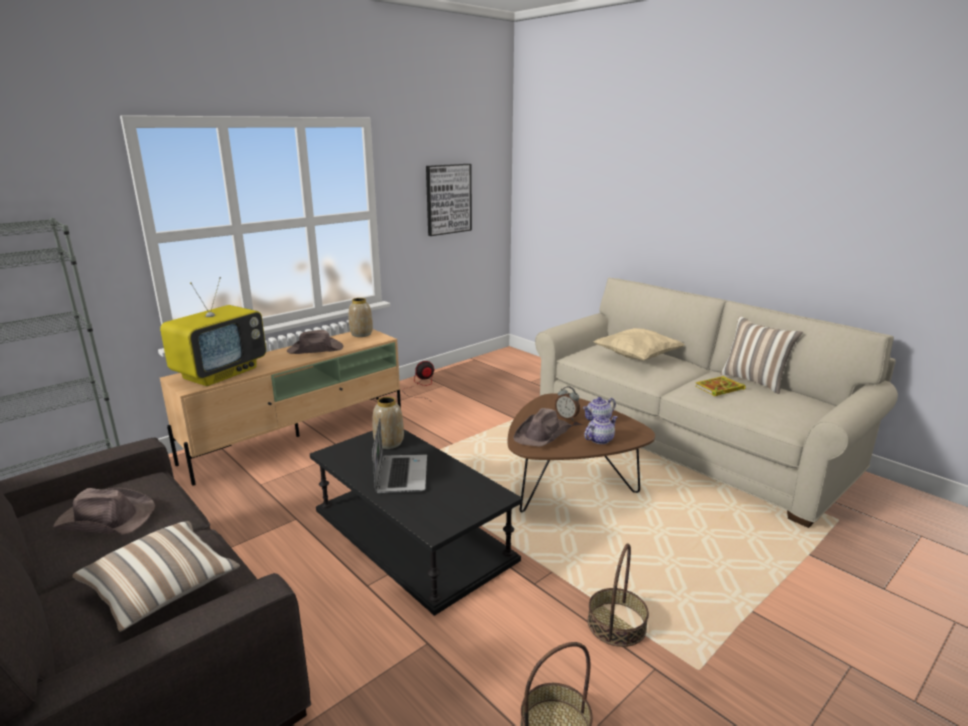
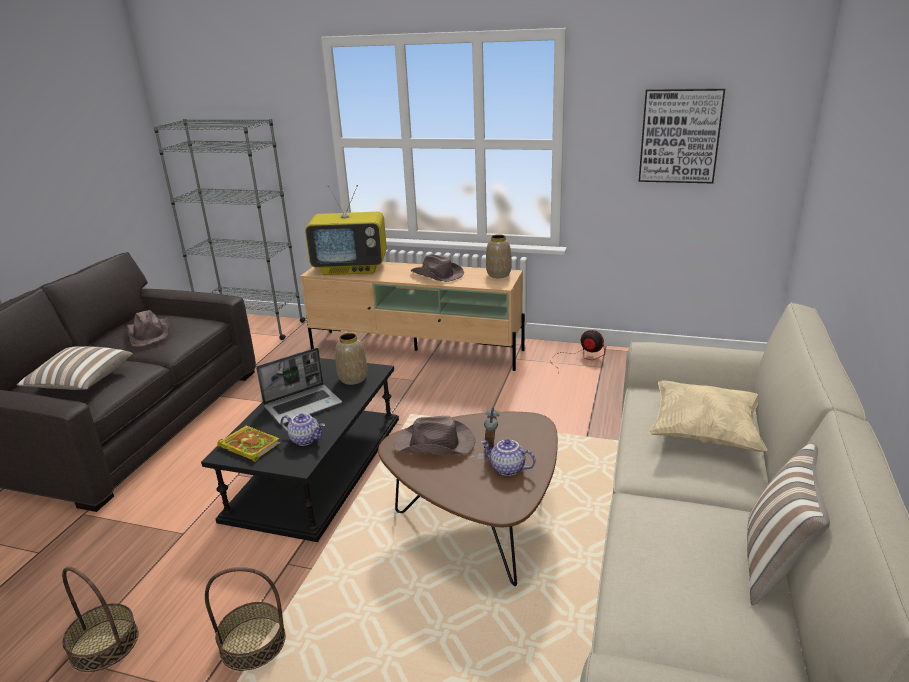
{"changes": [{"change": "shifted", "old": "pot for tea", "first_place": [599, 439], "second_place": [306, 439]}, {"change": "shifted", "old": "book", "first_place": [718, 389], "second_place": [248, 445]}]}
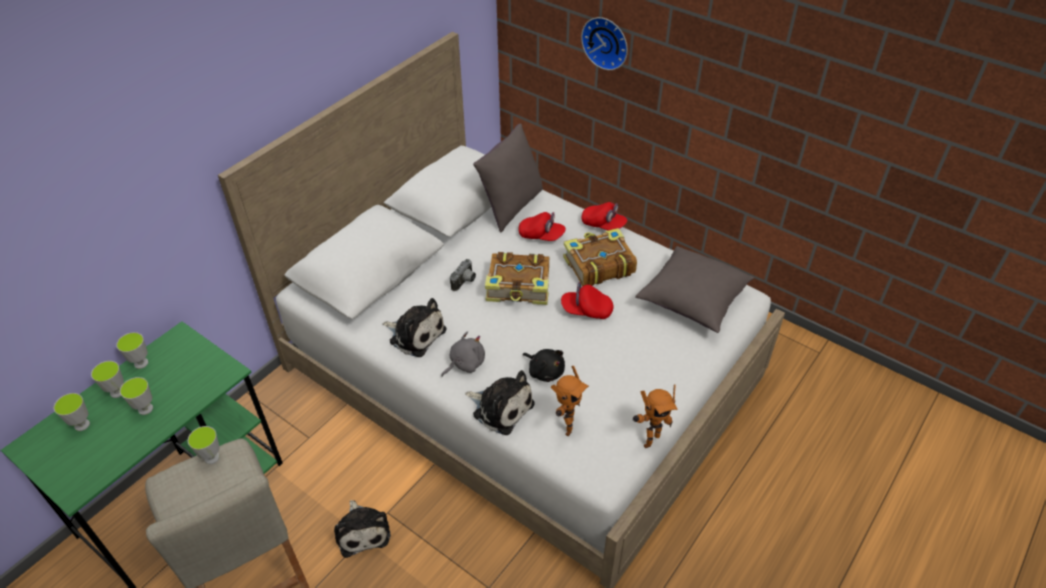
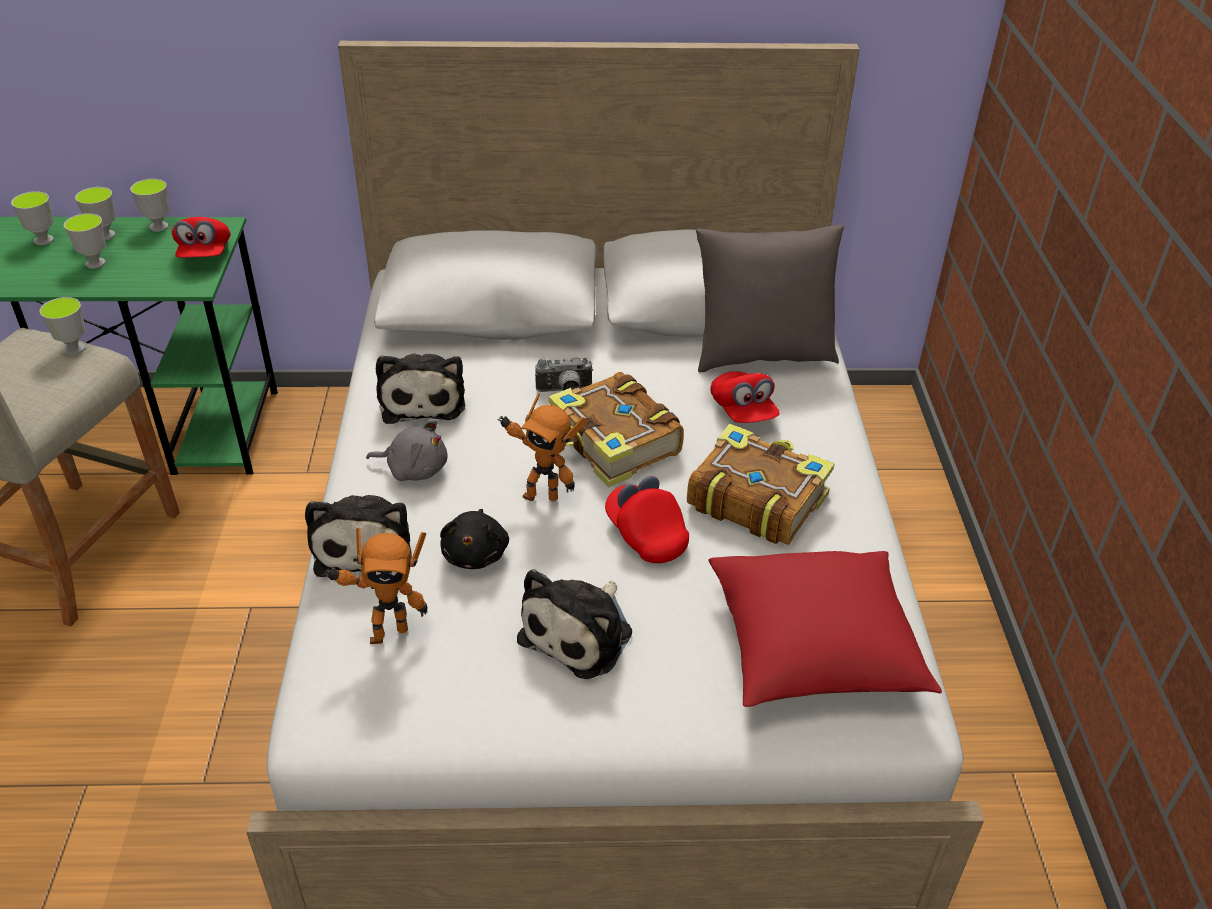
{"changes": [{"change": "shifted", "old": "cuddly toy", "first_place": [362, 531], "second_place": [580, 633]}, {"change": "gone", "old": "clock on the wall", "first_place": [606, 42]}, {"change": "shifted", "old": "red-coloured cap", "first_place": [603, 225], "second_place": [205, 254]}, {"change": "shifted", "old": "toy robot", "first_place": [649, 439], "second_place": [541, 494]}, {"change": "repainted", "old": "grey throw pillow", "new": "red-coloured throw pillow", "first_place": [693, 301], "second_place": [813, 651]}]}
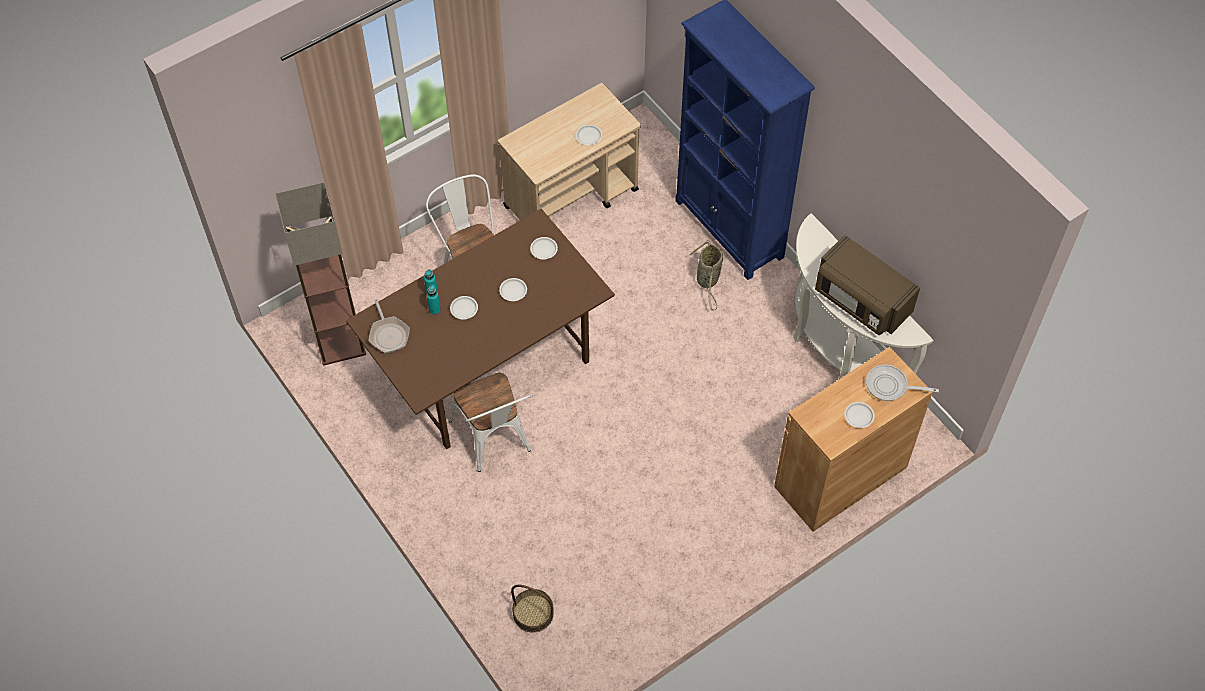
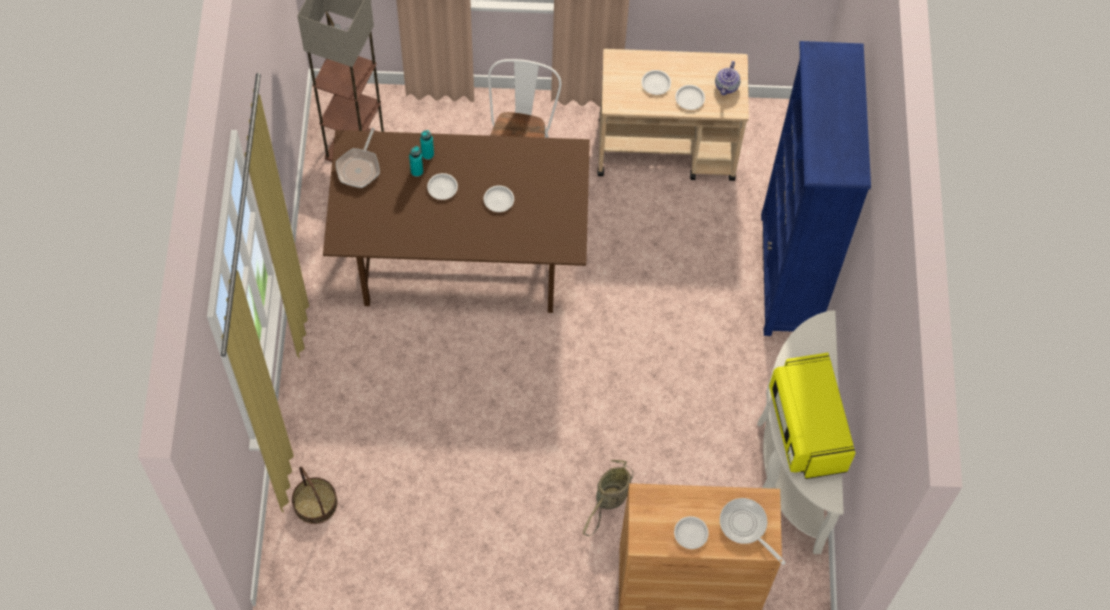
{"changes": [{"change": "gone", "old": "white-coloured upright chair", "first_place": [494, 440]}, {"change": "shifted", "old": "white-coloured plate", "first_place": [543, 249], "second_place": [656, 83]}, {"change": "shifted", "old": "household basket", "first_place": [708, 280], "second_place": [610, 499]}, {"change": "repainted", "old": "brown-coloured microwave oven", "new": "yellowish microwave oven", "first_place": [861, 301], "second_place": [806, 427]}, {"change": "new", "new": "pot for tea", "second_place": [727, 86]}]}
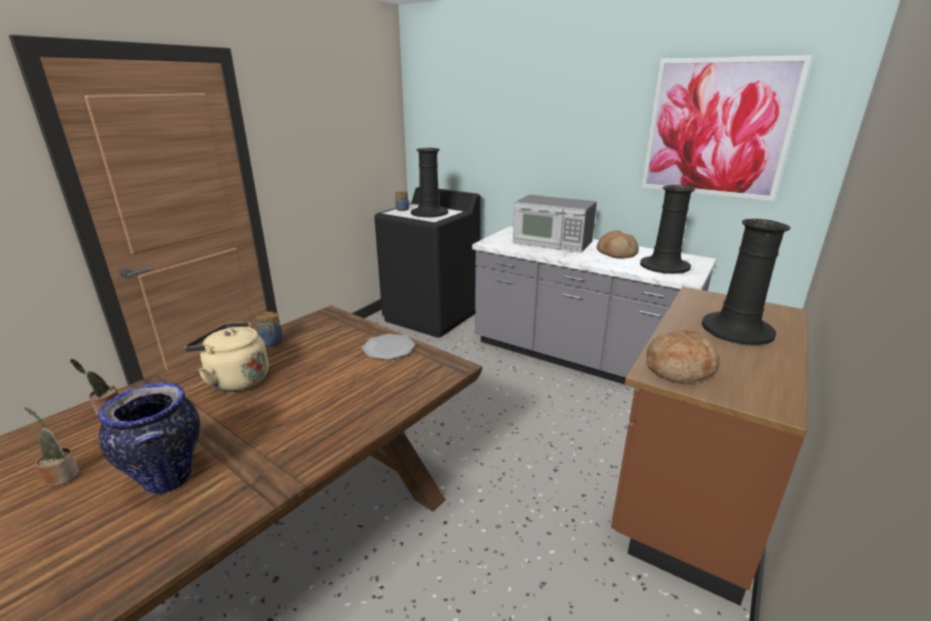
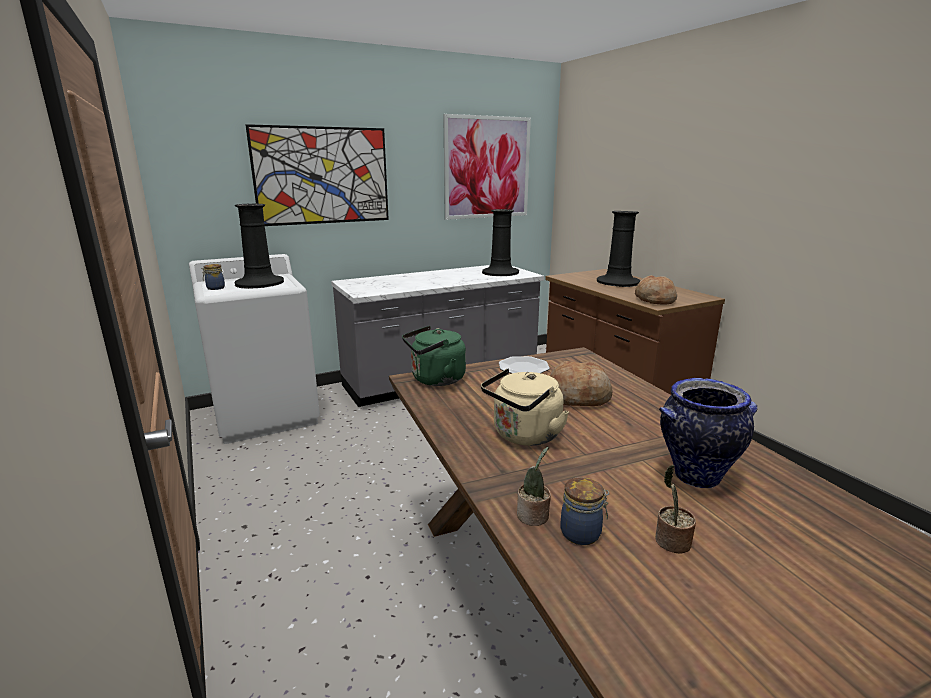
{"changes": [{"change": "shifted", "old": "storage jar", "first_place": [272, 343], "second_place": [582, 533]}, {"change": "repainted", "old": "blackish laundry machine", "new": "white-coloured laundry machine", "first_place": [432, 316], "second_place": [267, 415]}, {"change": "gone", "old": "microwave oven", "first_place": [552, 242]}, {"change": "shifted", "old": "bread", "first_place": [616, 253], "second_place": [578, 397]}, {"change": "new", "new": "picture", "second_place": [322, 176]}, {"change": "new", "new": "greenish tea kettle", "second_place": [435, 380]}]}
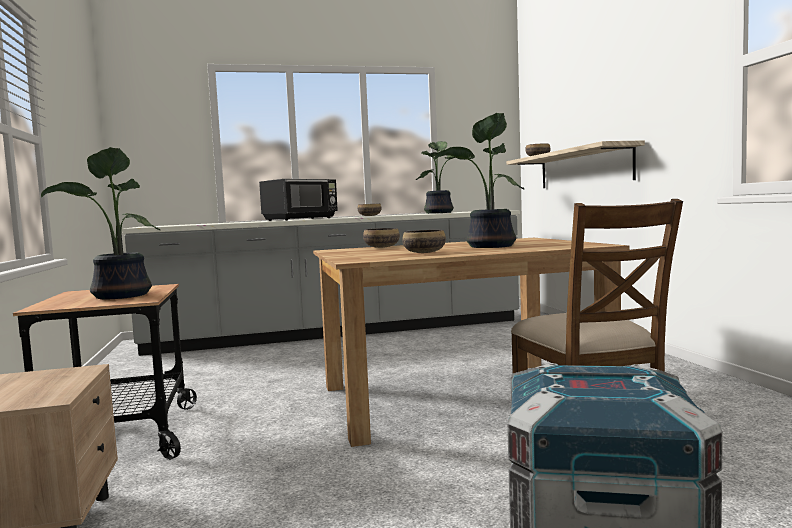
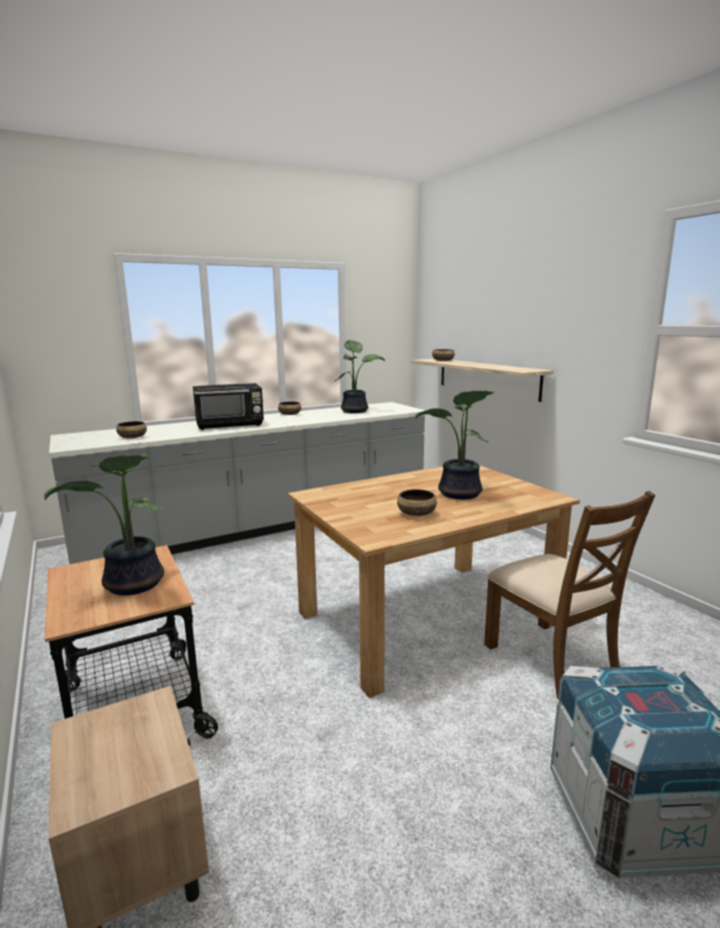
{"changes": [{"change": "rotated", "old": "blackish microwave oven", "first_place": [301, 219], "second_place": [230, 425], "degrees": 45}, {"change": "shifted", "old": "deep dish", "first_place": [381, 247], "second_place": [132, 437]}]}
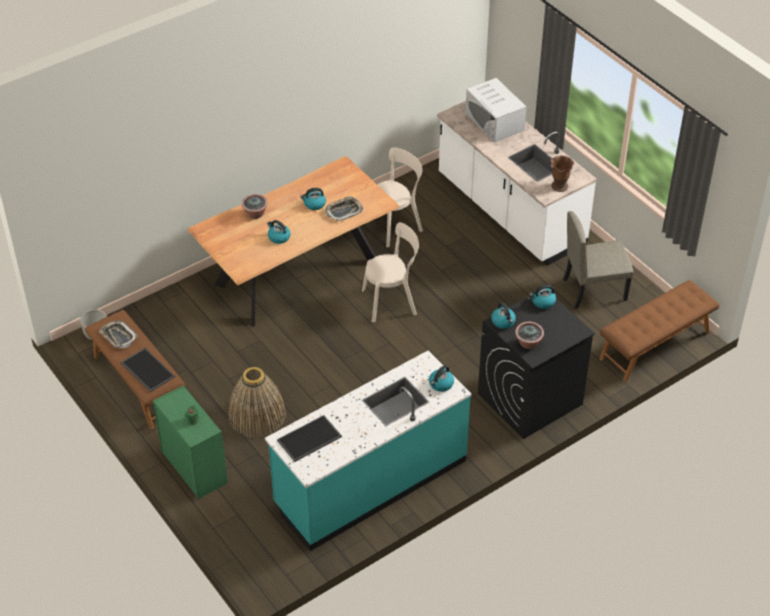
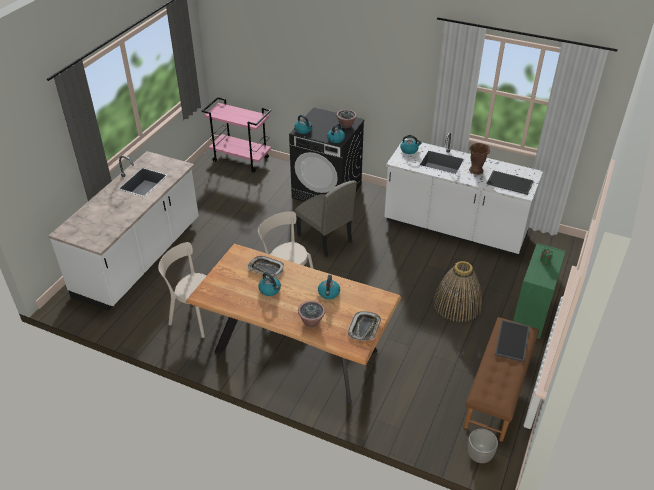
{"changes": [{"change": "shifted", "old": "tray", "first_place": [118, 336], "second_place": [364, 328]}, {"change": "repainted", "old": "turquoise kitchen counter", "new": "white-coloured kitchen counter", "first_place": [370, 482], "second_place": [454, 229]}, {"change": "gone", "old": "white-coloured microwave oven", "first_place": [494, 121]}, {"change": "shifted", "old": "brown-coloured decorative vase", "first_place": [559, 186], "second_place": [476, 170]}, {"change": "shifted", "old": "sand-coloured upright chair", "first_place": [594, 289], "second_place": [324, 239]}, {"change": "swapped", "old": "brown-coloured indoor bench", "new": "pink-coloured wheeled cart", "first_place": [655, 346], "second_place": [241, 159]}]}
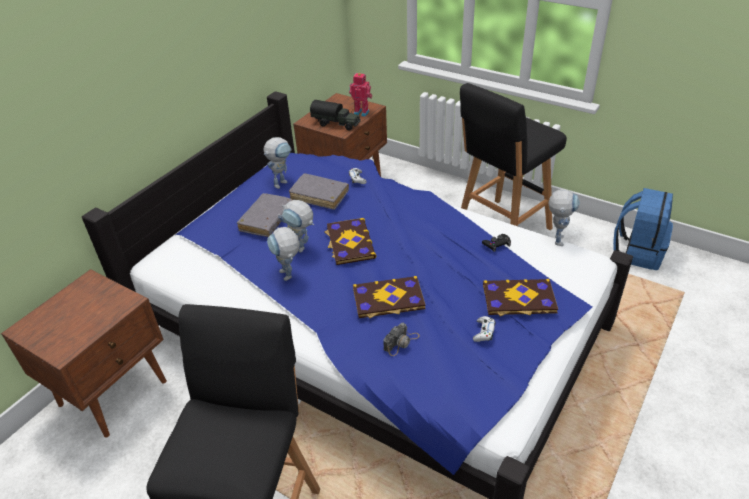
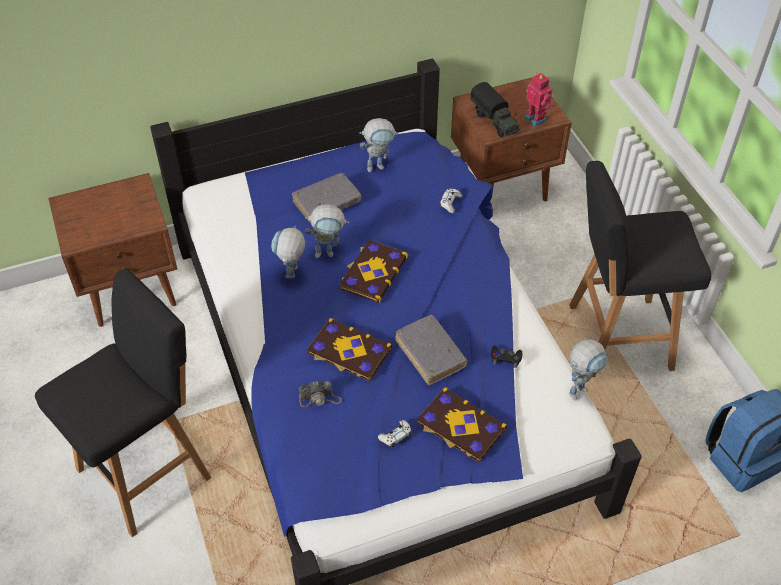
{"changes": [{"change": "rotated", "old": "toy robot", "first_place": [302, 248], "second_place": [329, 252], "degrees": -75}, {"change": "shifted", "old": "grey book", "first_place": [319, 196], "second_place": [430, 354]}]}
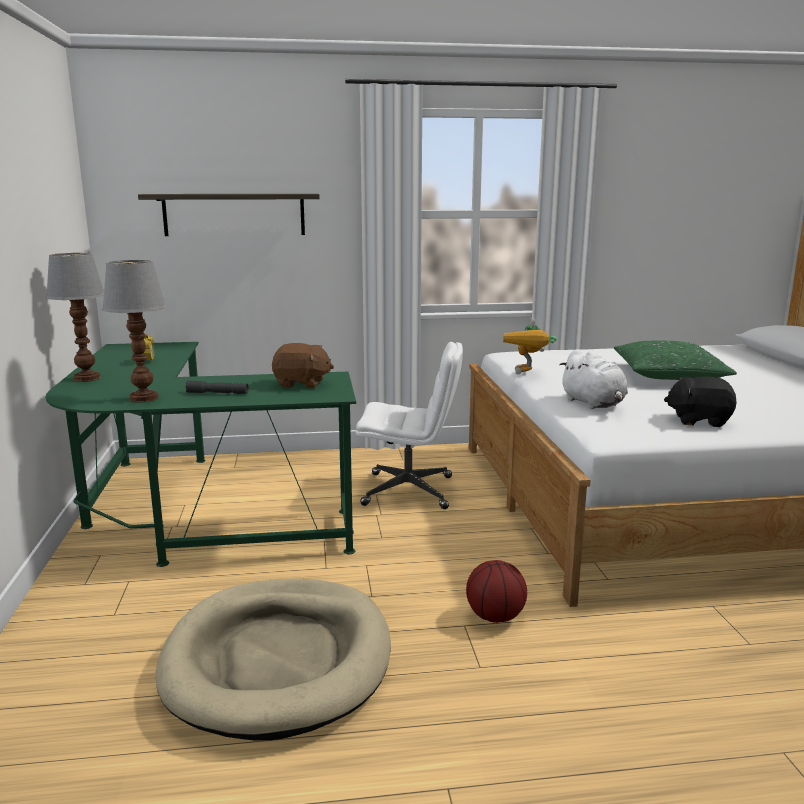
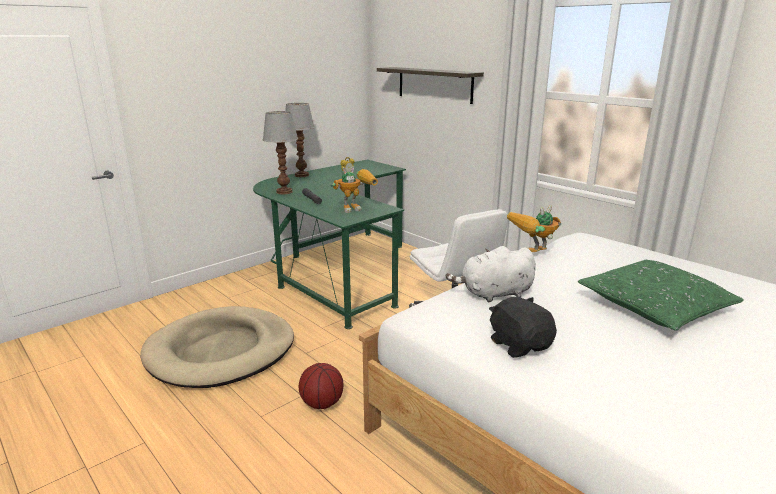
{"changes": [{"change": "swapped", "old": "brown-coloured cuddly toy", "new": "toy robot", "first_place": [302, 384], "second_place": [357, 208]}, {"change": "rotated", "old": "white-coloured cuddly toy", "first_place": [594, 404], "second_place": [494, 294], "degrees": 45}]}
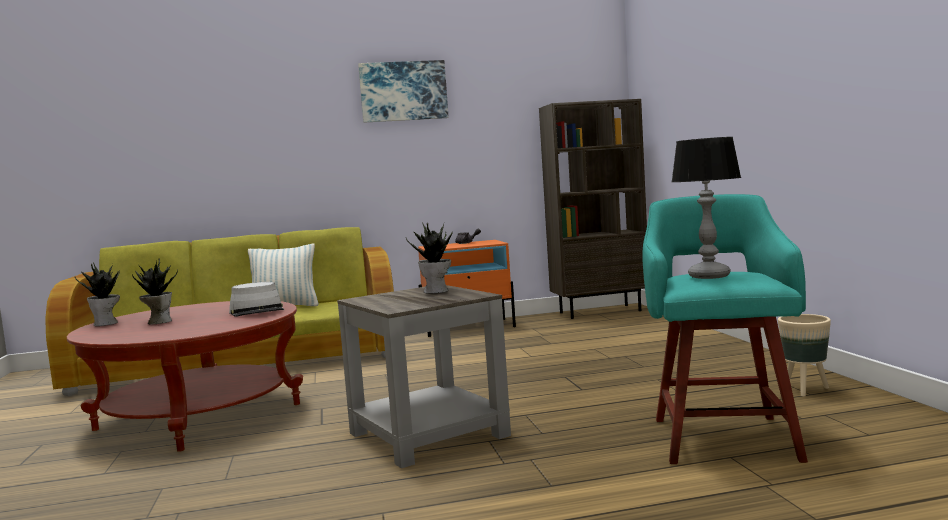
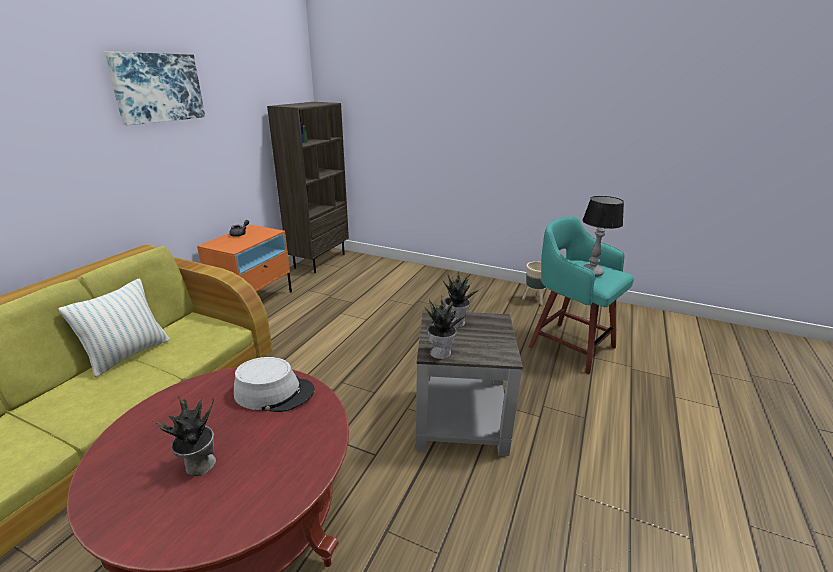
{"changes": [{"change": "shifted", "old": "houseplant", "first_place": [107, 323], "second_place": [441, 352]}]}
